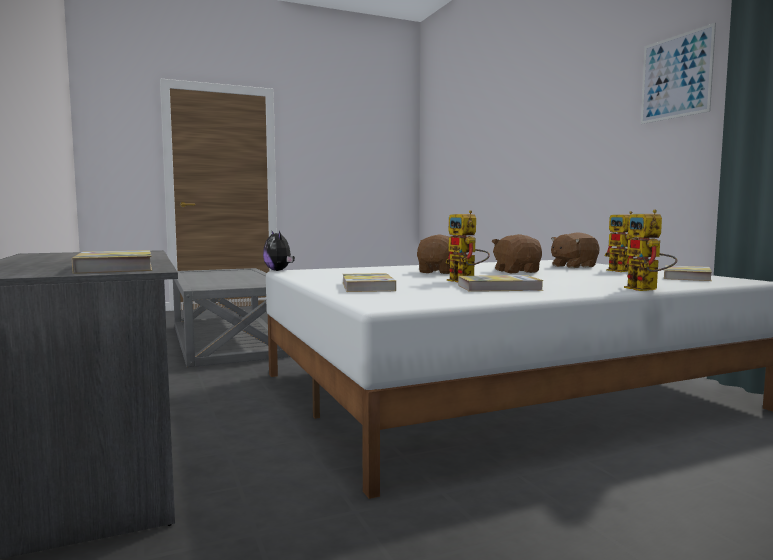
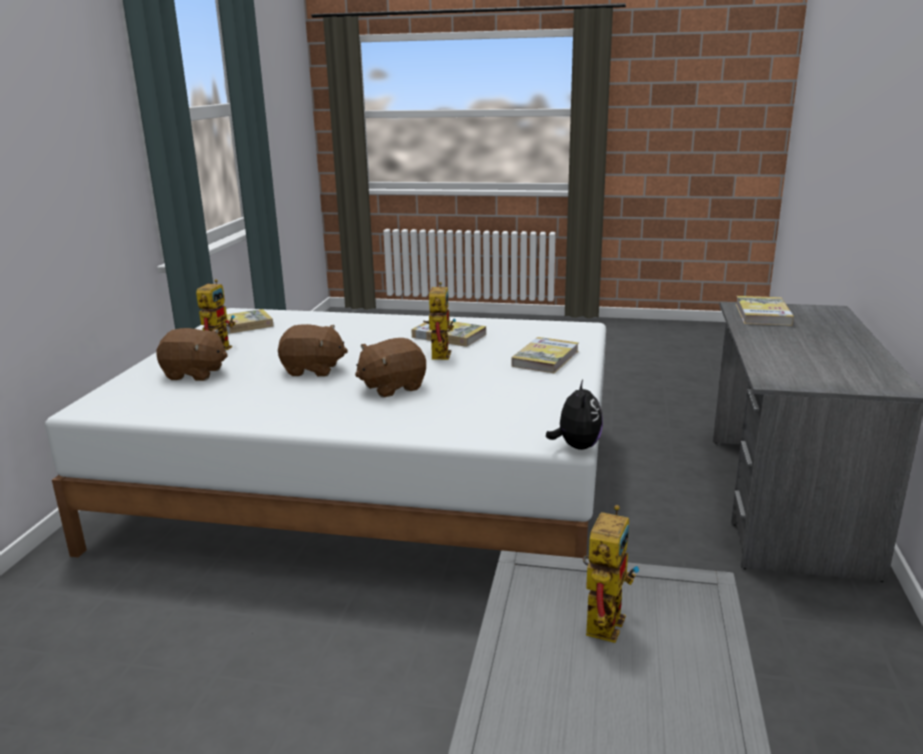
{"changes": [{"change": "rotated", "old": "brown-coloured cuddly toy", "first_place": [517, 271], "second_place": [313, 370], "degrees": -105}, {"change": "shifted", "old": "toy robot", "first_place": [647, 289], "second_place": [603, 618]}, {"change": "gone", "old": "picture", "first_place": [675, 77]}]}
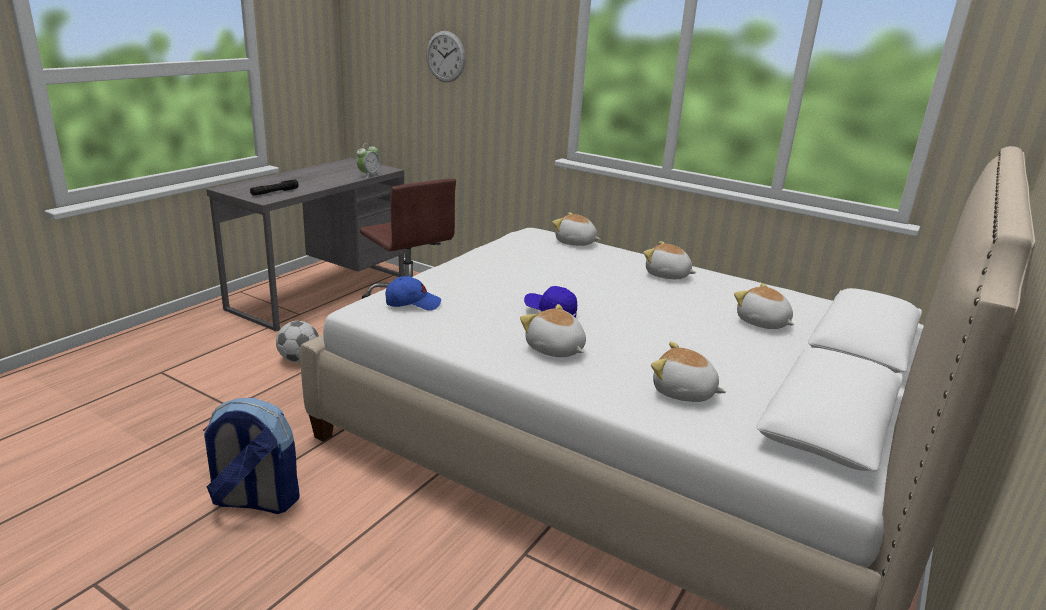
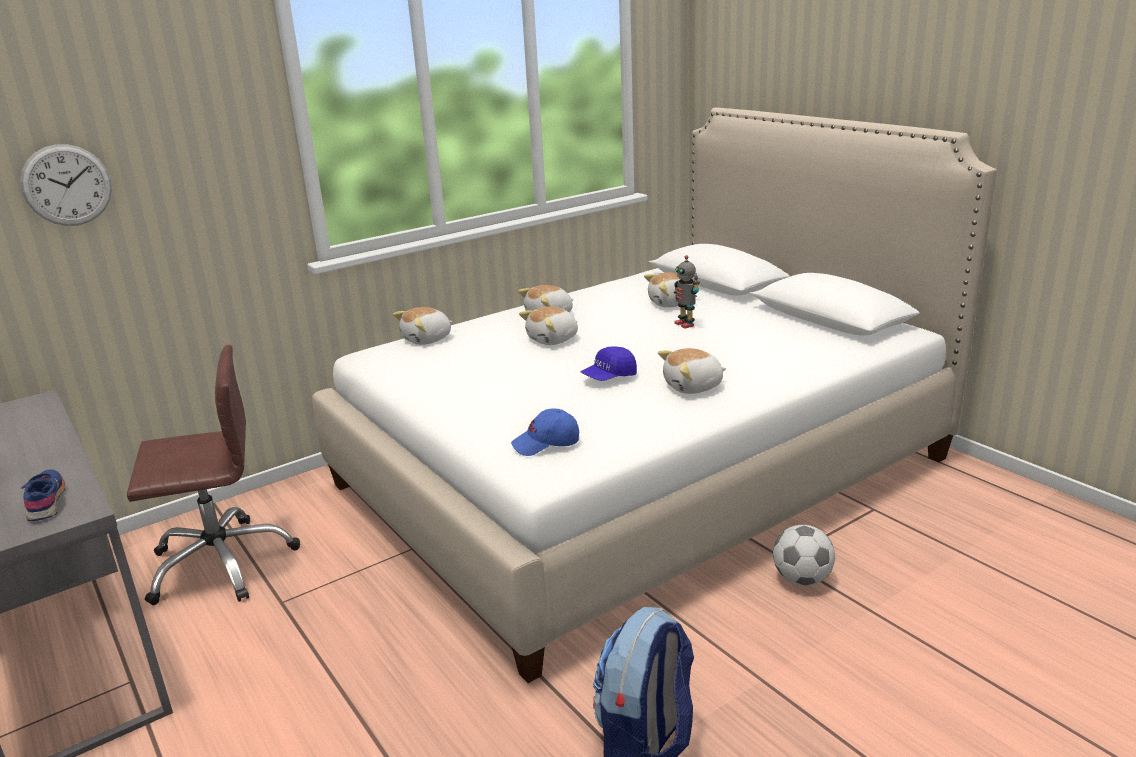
{"changes": [{"change": "swapped", "old": "blackish torch", "new": "blue low shoe", "first_place": [274, 192], "second_place": [47, 501]}, {"change": "shifted", "old": "ball for football", "first_place": [299, 359], "second_place": [801, 579]}, {"change": "gone", "old": "bedside clock", "first_place": [368, 175]}, {"change": "rotated", "old": "blue cap", "first_place": [412, 303], "second_place": [546, 444], "degrees": -120}, {"change": "shifted", "old": "cuddly toy", "first_place": [683, 393], "second_place": [553, 340]}, {"change": "new", "new": "toy robot", "second_place": [685, 324]}]}
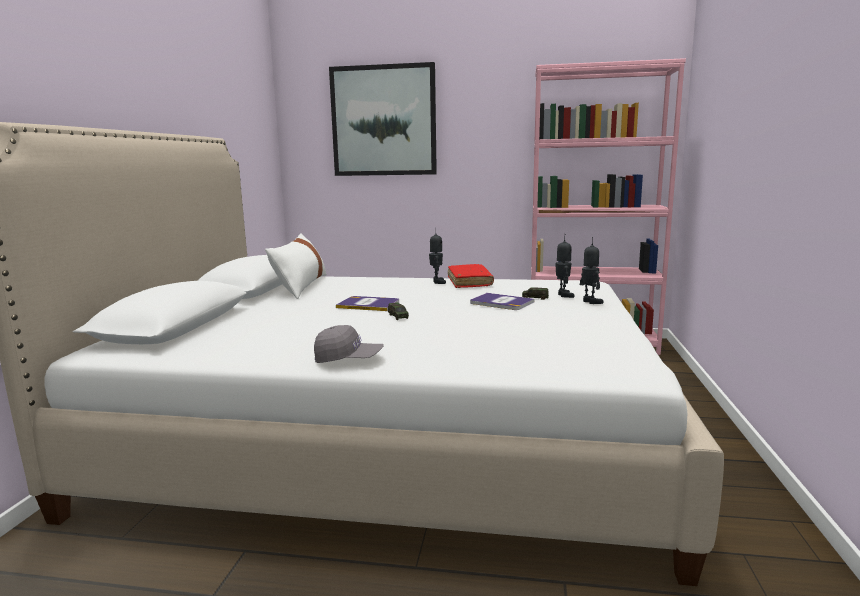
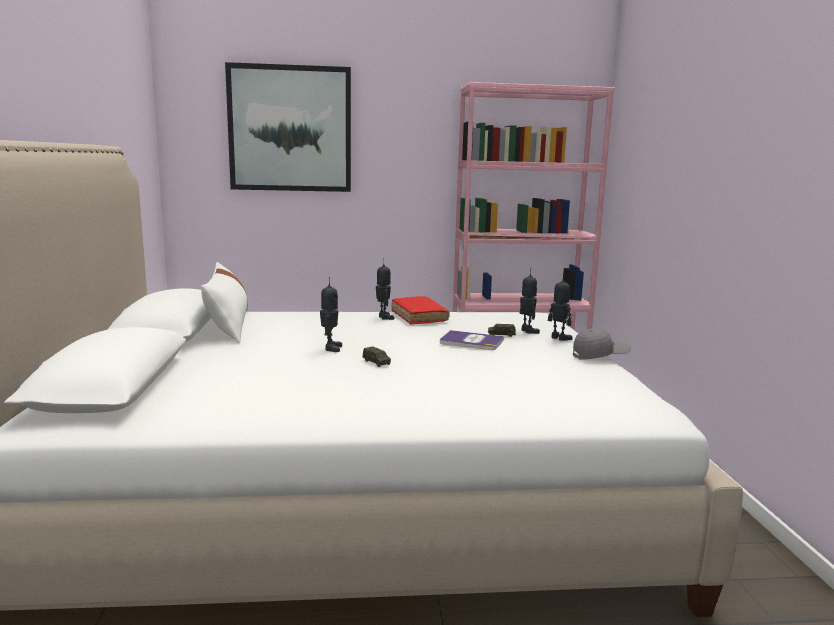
{"changes": [{"change": "shifted", "old": "grey cap", "first_place": [348, 359], "second_place": [600, 356]}, {"change": "swapped", "old": "book", "new": "toy robot", "first_place": [368, 305], "second_place": [330, 348]}]}
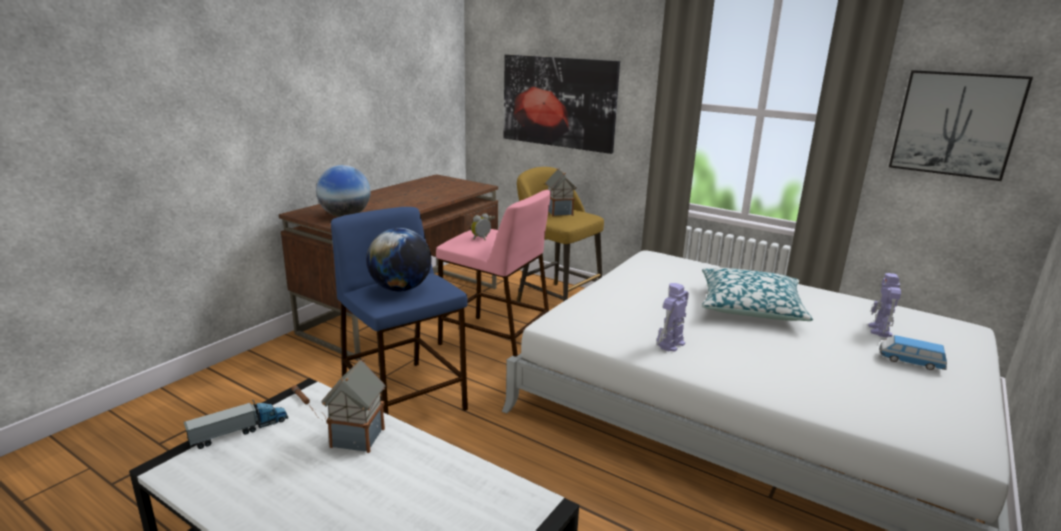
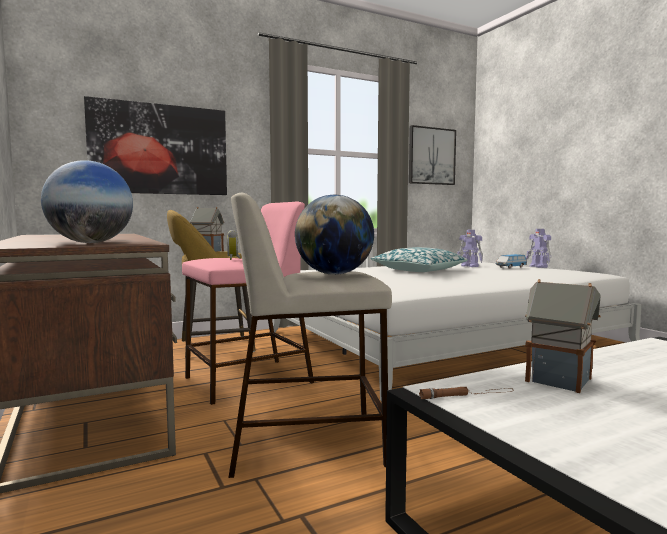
{"changes": [{"change": "gone", "old": "toy truck", "first_place": [239, 431]}, {"change": "repainted", "old": "blue sitting stool", "new": "sand-coloured sitting stool", "first_place": [404, 398], "second_place": [308, 441]}, {"change": "shifted", "old": "toy robot", "first_place": [670, 344], "second_place": [538, 266]}]}
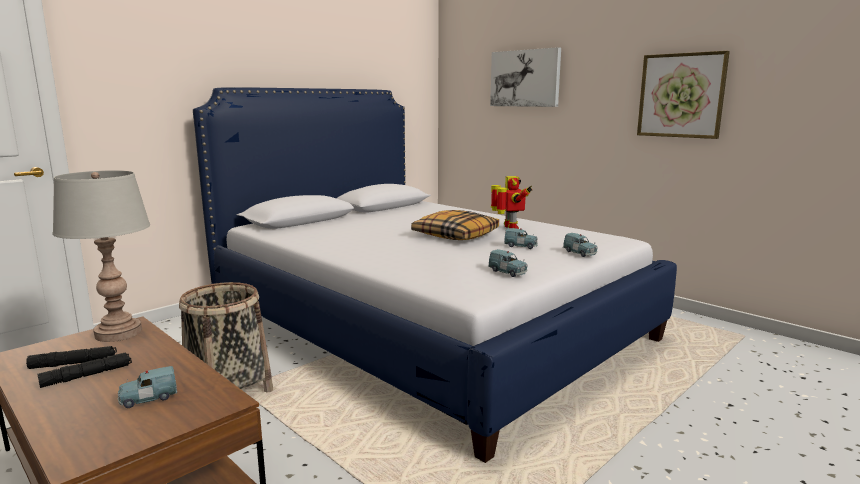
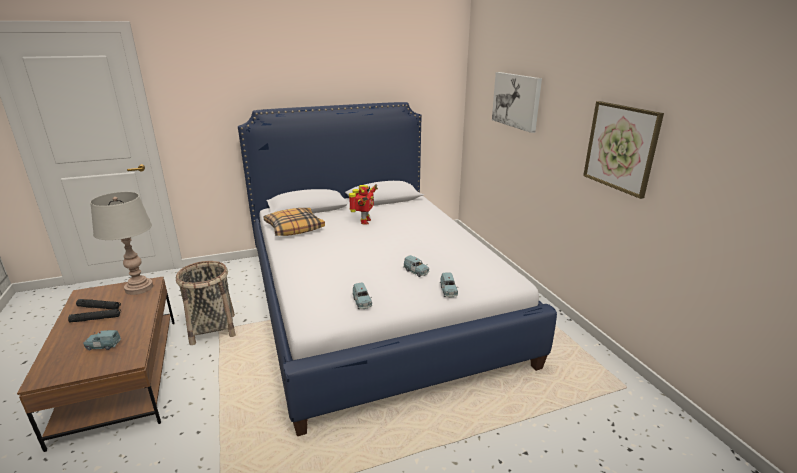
{"changes": [{"change": "shifted", "old": "throw pillow", "first_place": [455, 235], "second_place": [294, 228]}, {"change": "shifted", "old": "toy robot", "first_place": [509, 228], "second_place": [364, 221]}]}
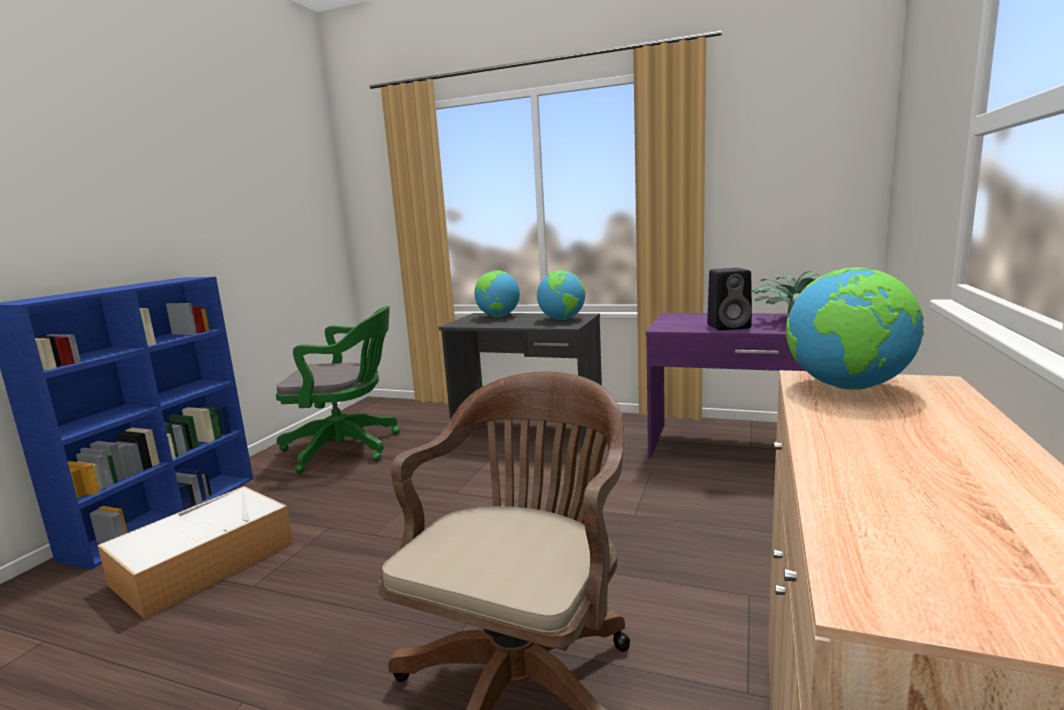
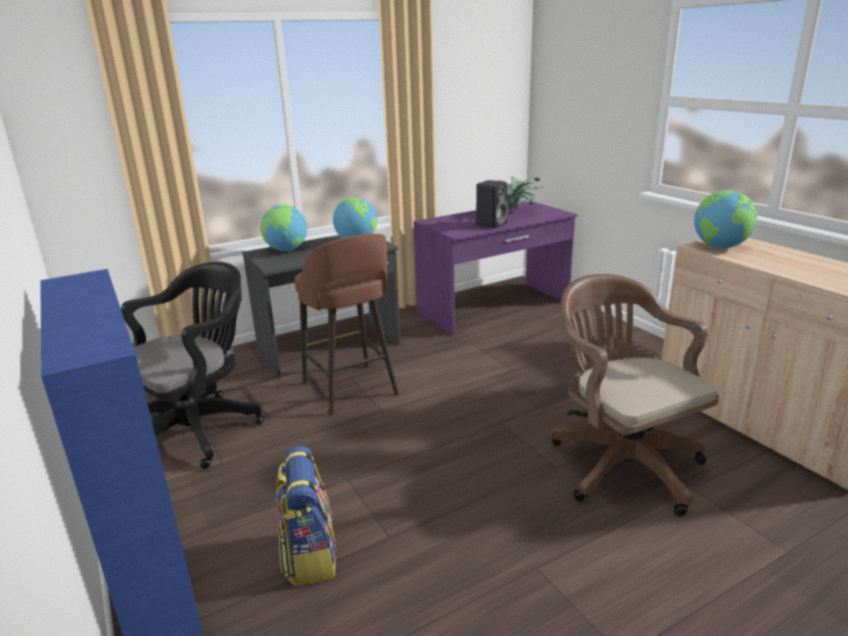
{"changes": [{"change": "swapped", "old": "storage box", "new": "backpack", "first_place": [207, 562], "second_place": [309, 556]}, {"change": "repainted", "old": "greenish office chair", "new": "blackish office chair", "first_place": [348, 448], "second_place": [199, 429]}, {"change": "new", "new": "brown-coloured sitting stool", "second_place": [351, 390]}]}
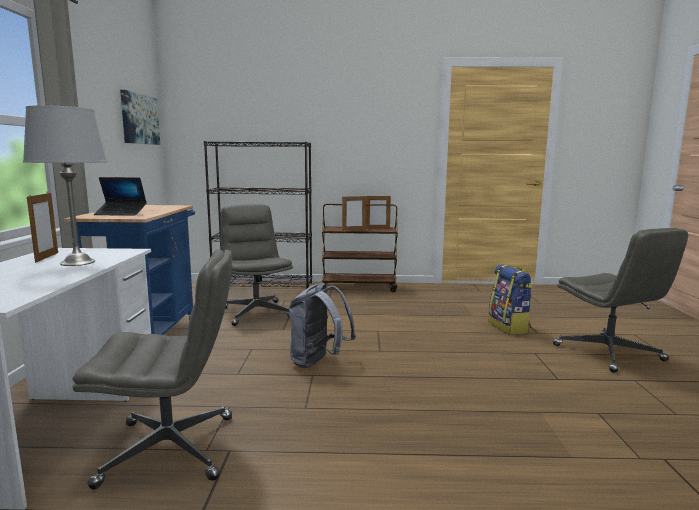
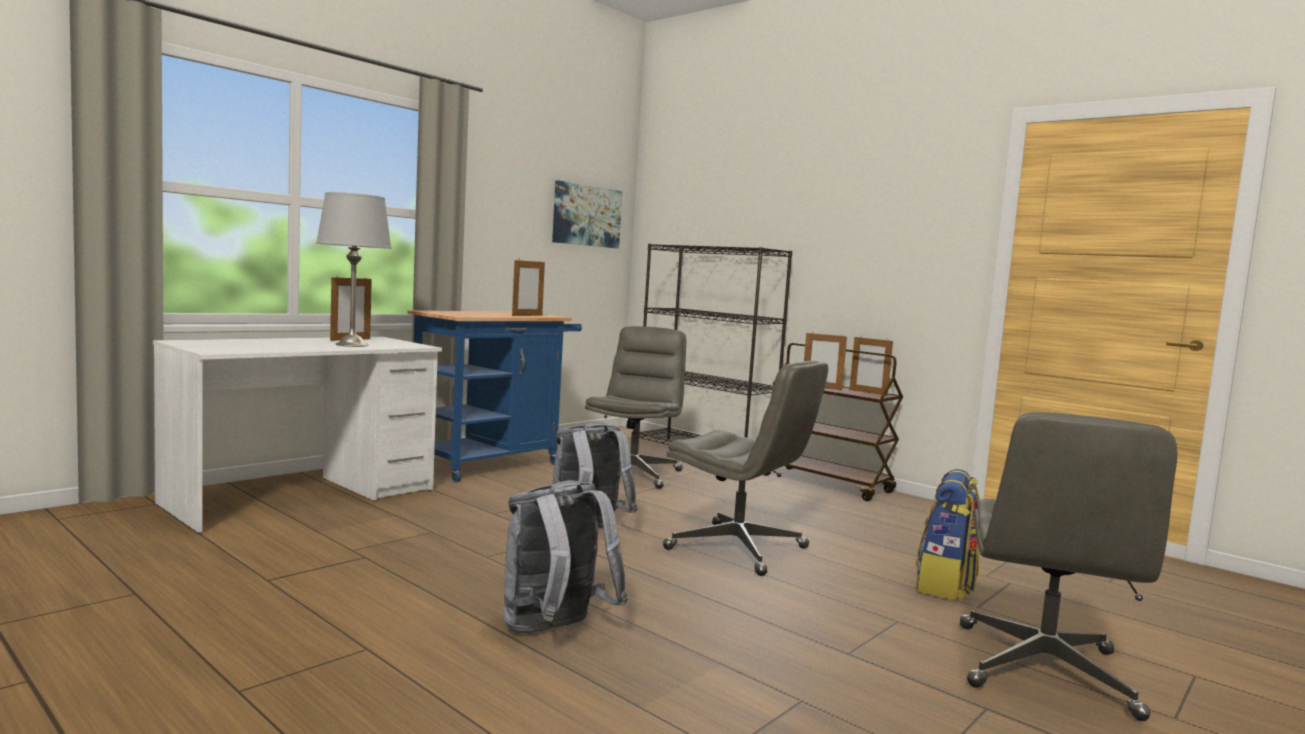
{"changes": [{"change": "shifted", "old": "grey office chair", "first_place": [171, 449], "second_place": [739, 549]}, {"change": "gone", "old": "laptop", "first_place": [121, 213]}, {"change": "new", "new": "grey backpack", "second_place": [554, 631]}, {"change": "new", "new": "standing frame", "second_place": [527, 315]}]}
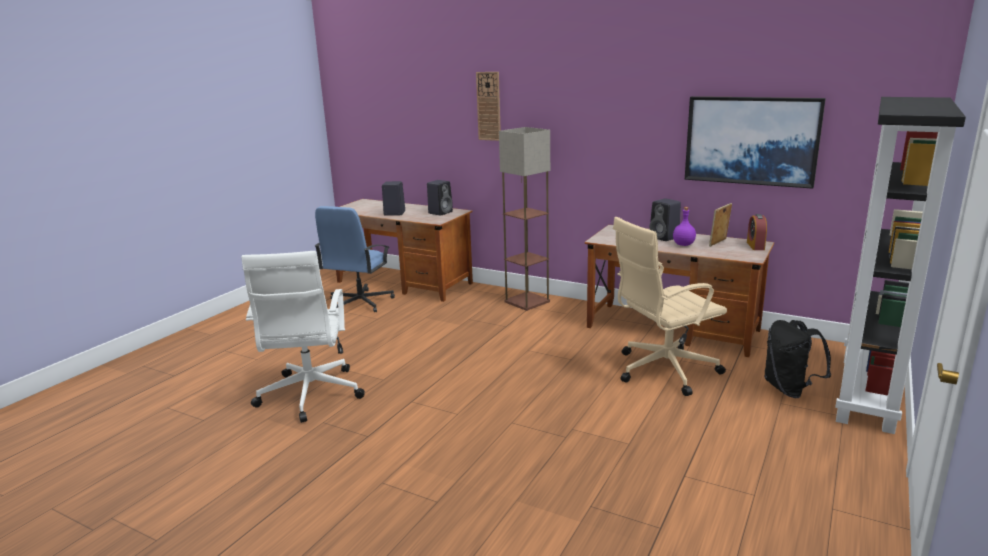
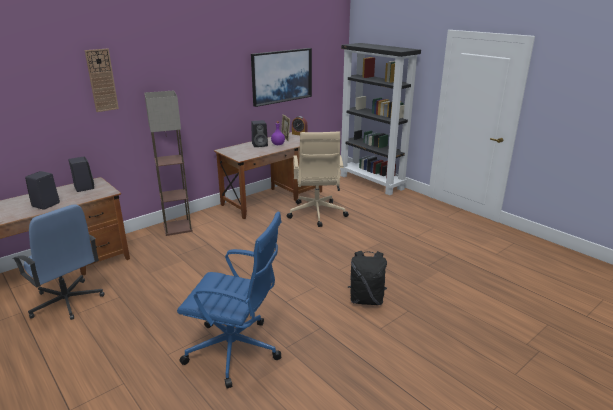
{"changes": [{"change": "repainted", "old": "white-coloured office chair", "new": "blue office chair", "first_place": [310, 396], "second_place": [236, 351]}, {"change": "shifted", "old": "blackish backpack", "first_place": [790, 389], "second_place": [366, 299]}]}
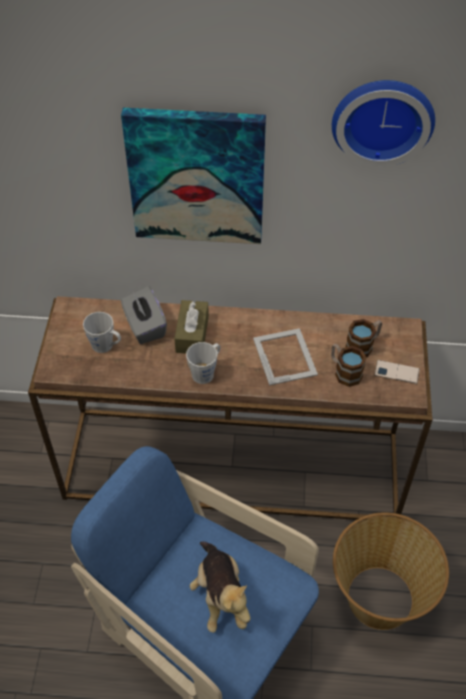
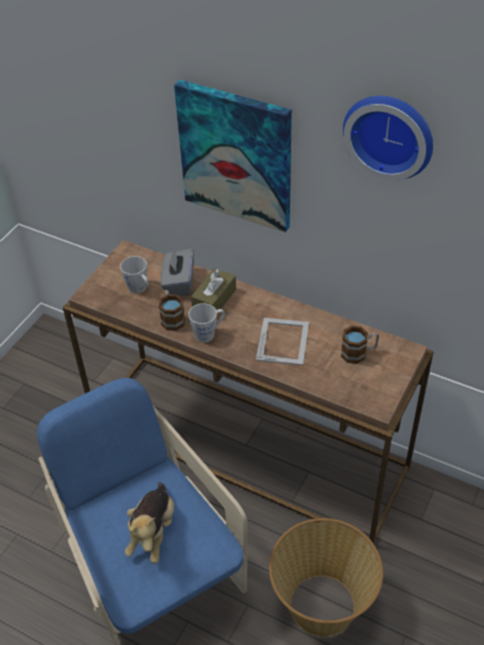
{"changes": [{"change": "shifted", "old": "coffee mug", "first_place": [344, 371], "second_place": [171, 318]}, {"change": "gone", "old": "telephone", "first_place": [396, 372]}]}
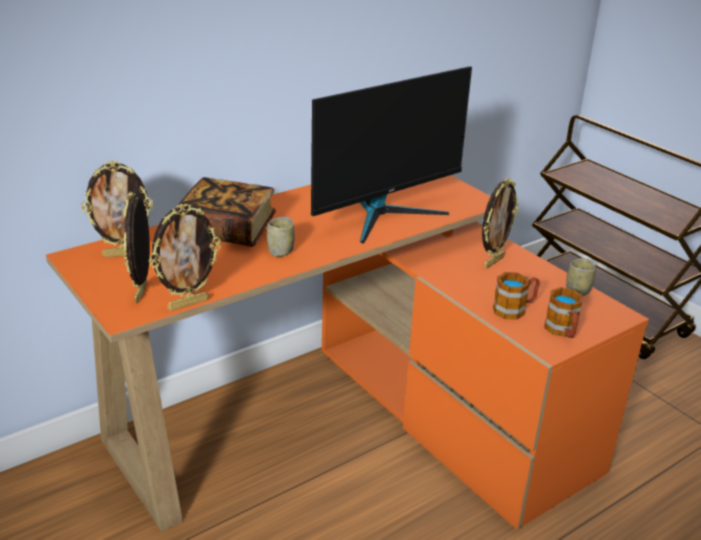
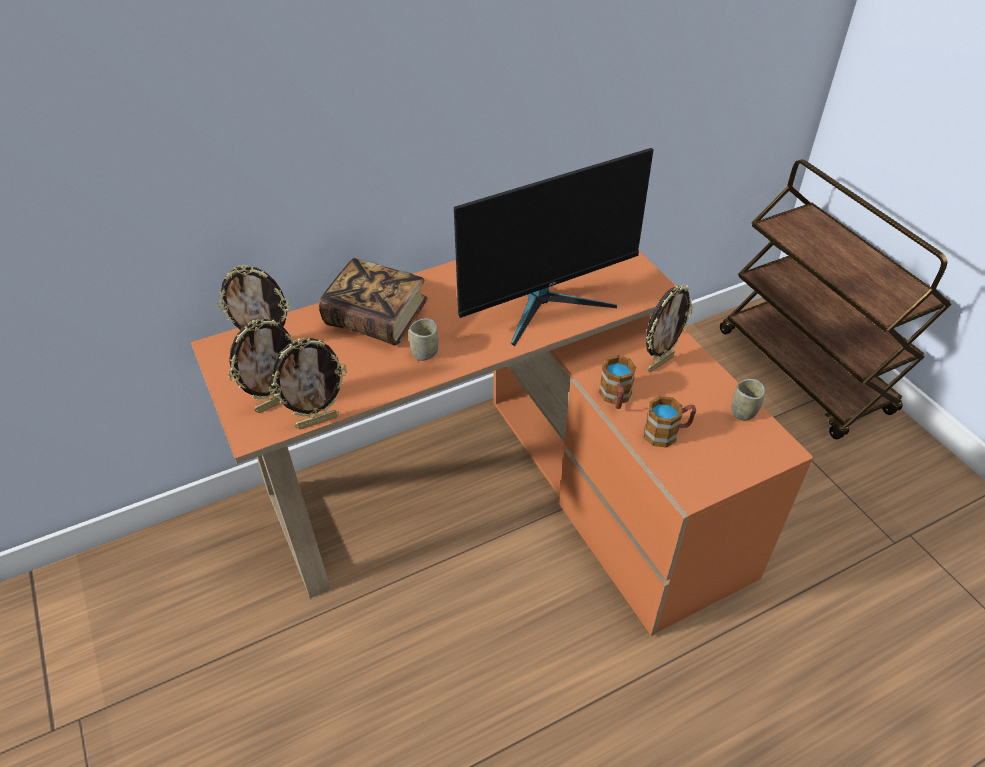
{"changes": [{"change": "rotated", "old": "standing frame", "first_place": [143, 293], "second_place": [275, 402], "degrees": -135}, {"change": "shifted", "old": "coffee mug", "first_place": [562, 331], "second_place": [615, 398]}]}
